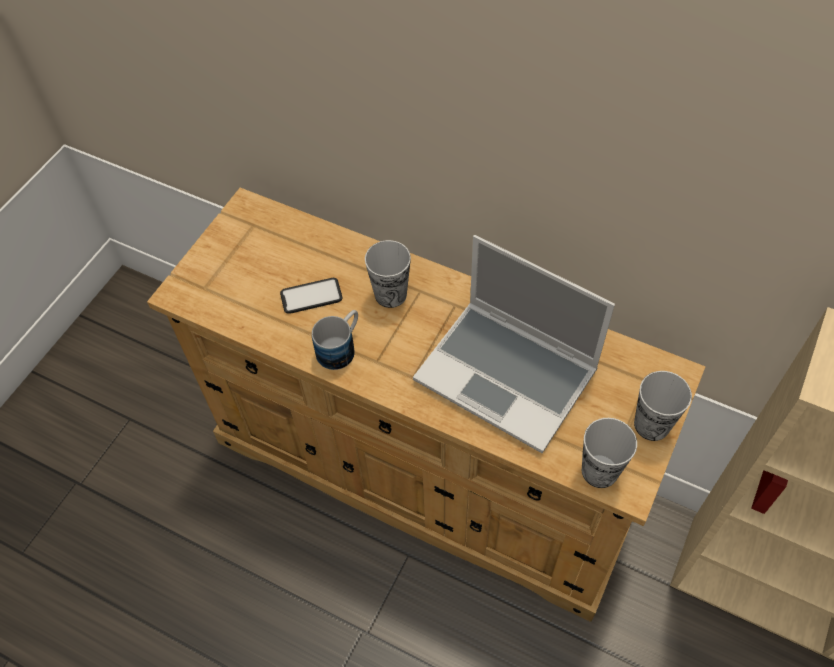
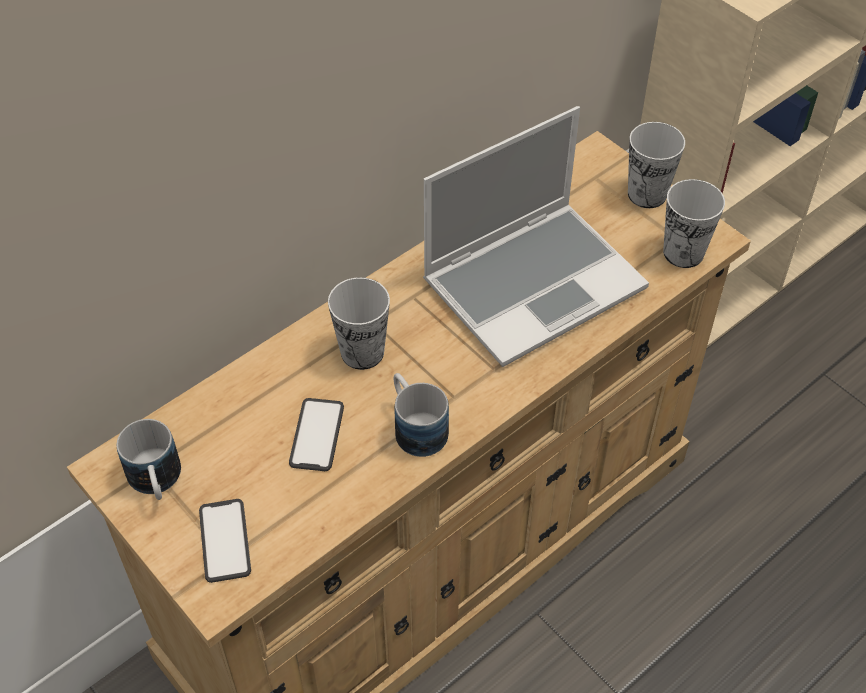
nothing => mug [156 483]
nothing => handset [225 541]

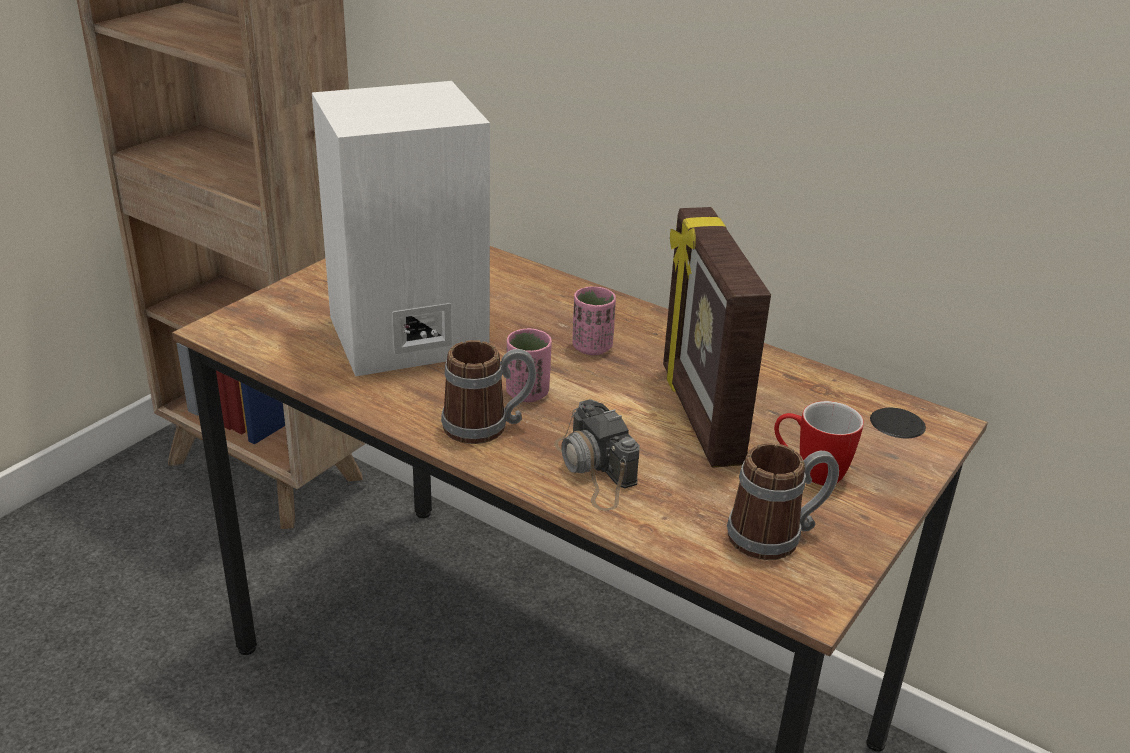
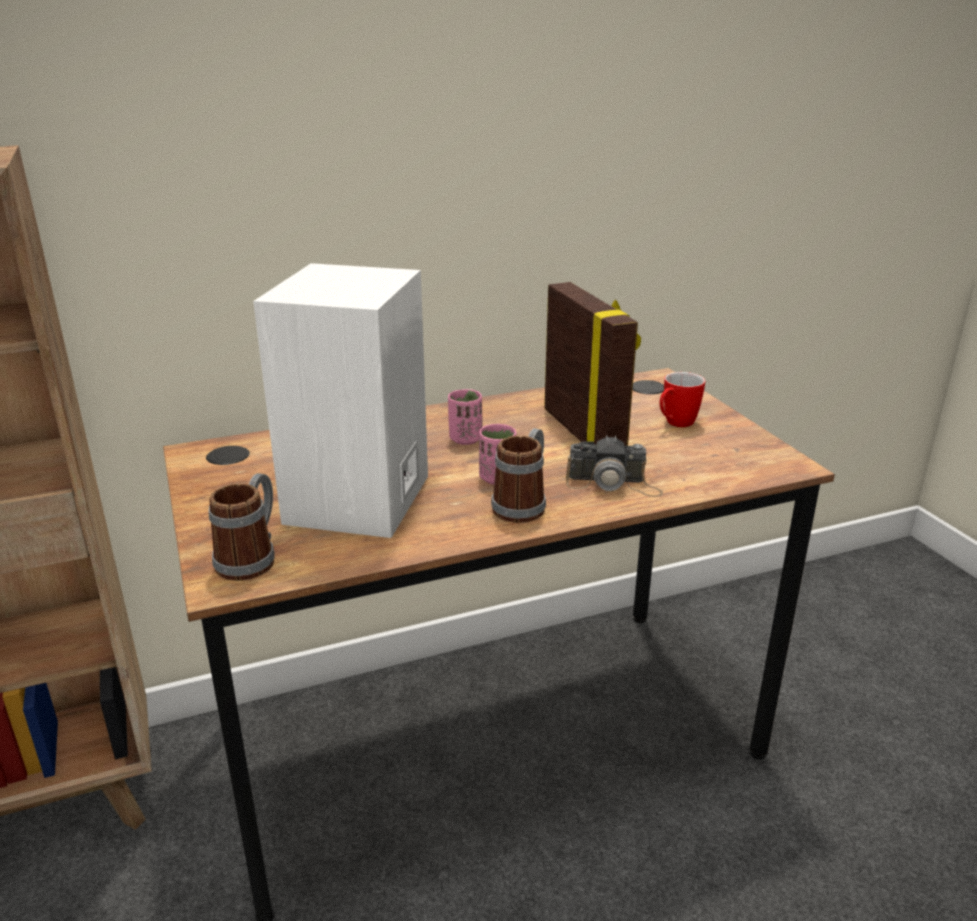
standing frame [698 415] => standing frame [585 434], 135 degrees counterclockwise
mug [777 535] => mug [252 558], move

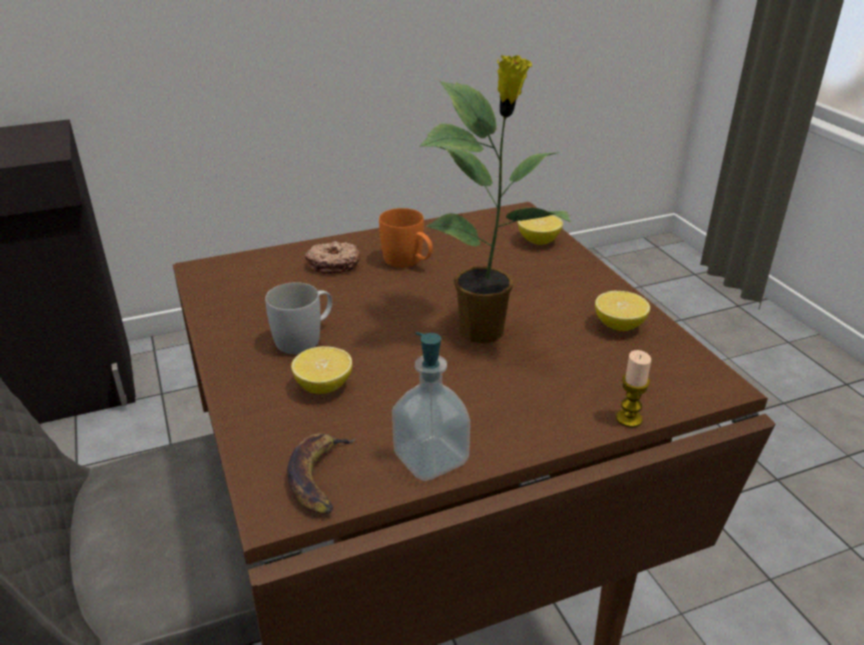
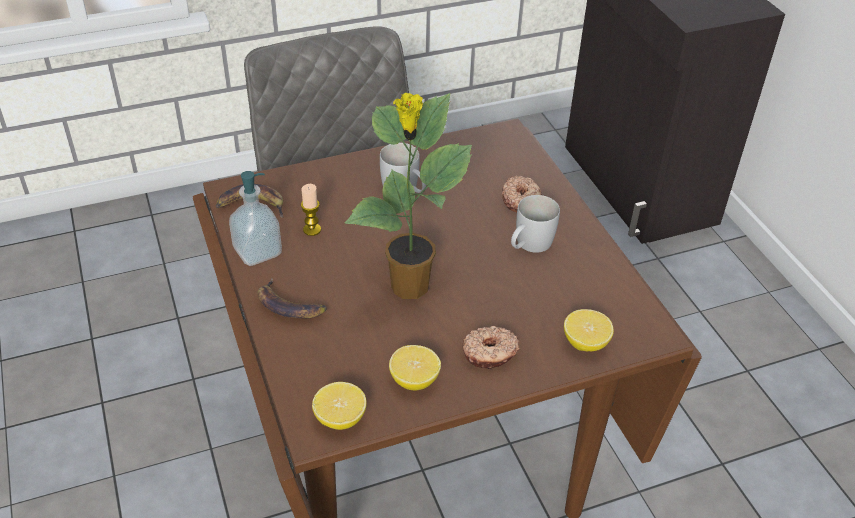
mug (orange-coloured) [408 262] => mug (whitish) [529 245]
lemon [324 386] => lemon [340 418], move
wax candle [629 419] => wax candle [312 229], move
nothing => banana fruit [289 305]
nothing => donut [490 353]

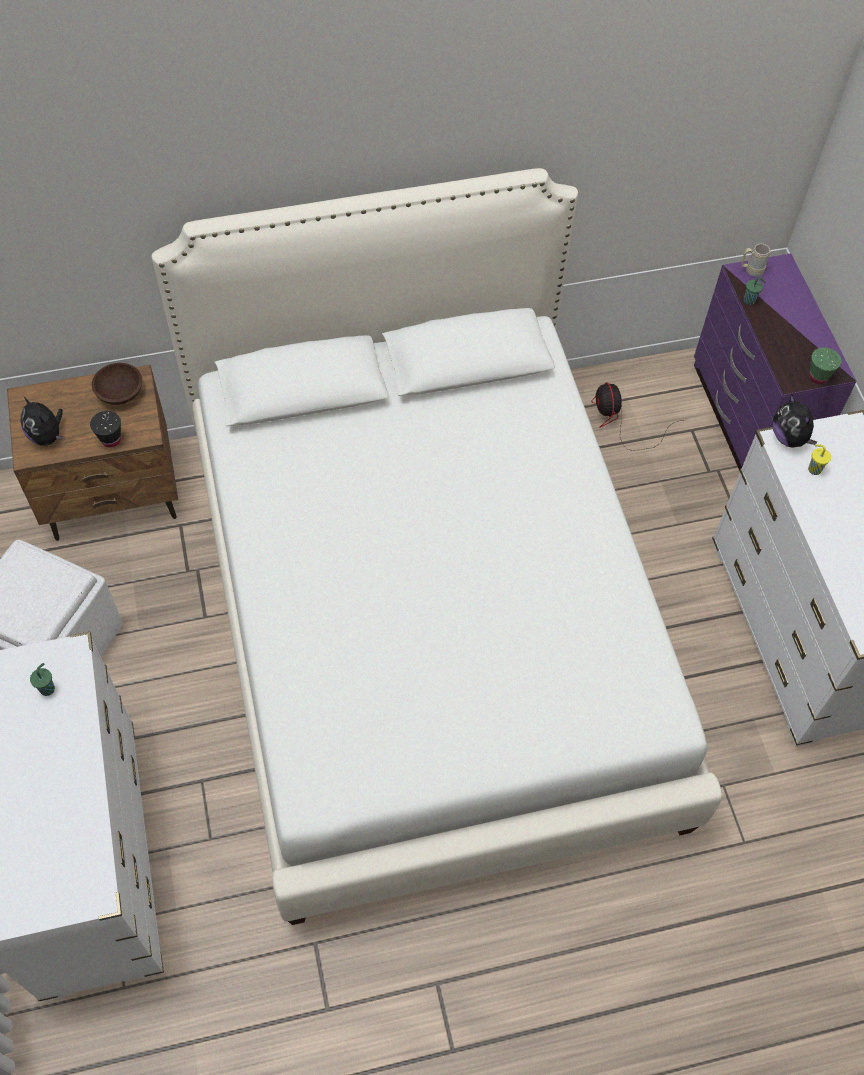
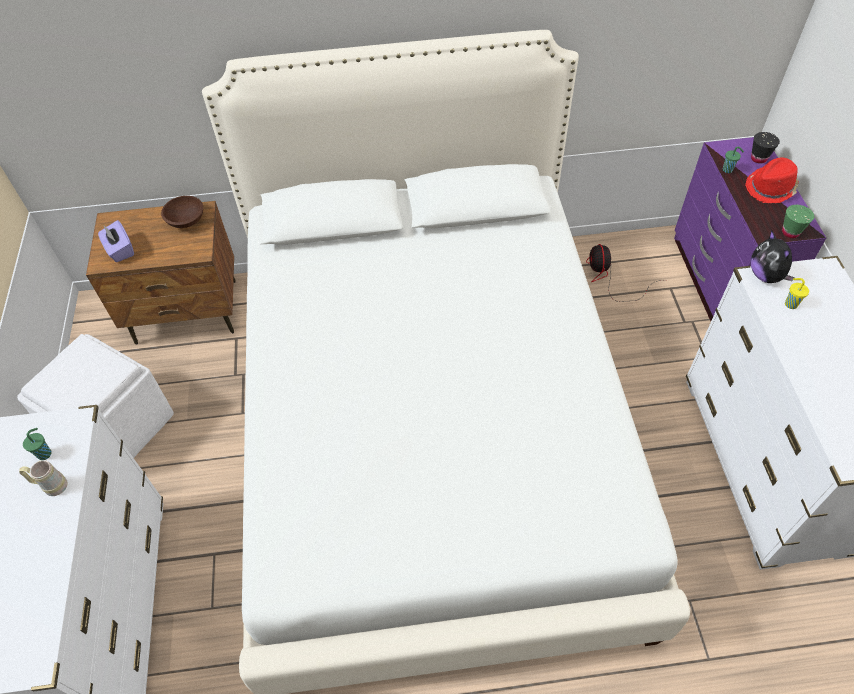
mug (sand-coloured) [750 270] => mug (sand-coloured) [51 486], move
soft toy [48 436] => box of tissues (purplish) [120 250]
drinking cup (black-coloured) [111 440] => drinking cup (black-coloured) [758 158], move
nothing => clothing hat (reddish) [771 188]

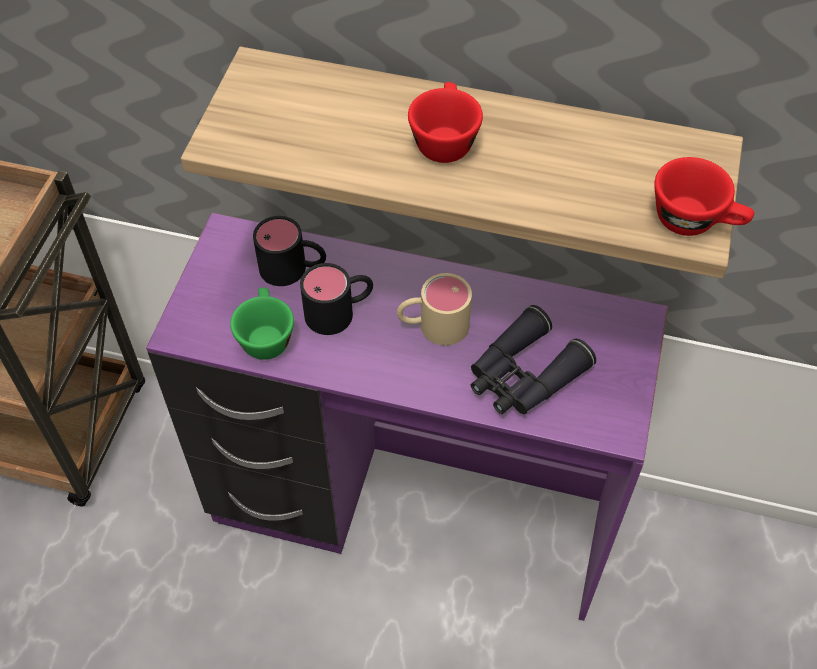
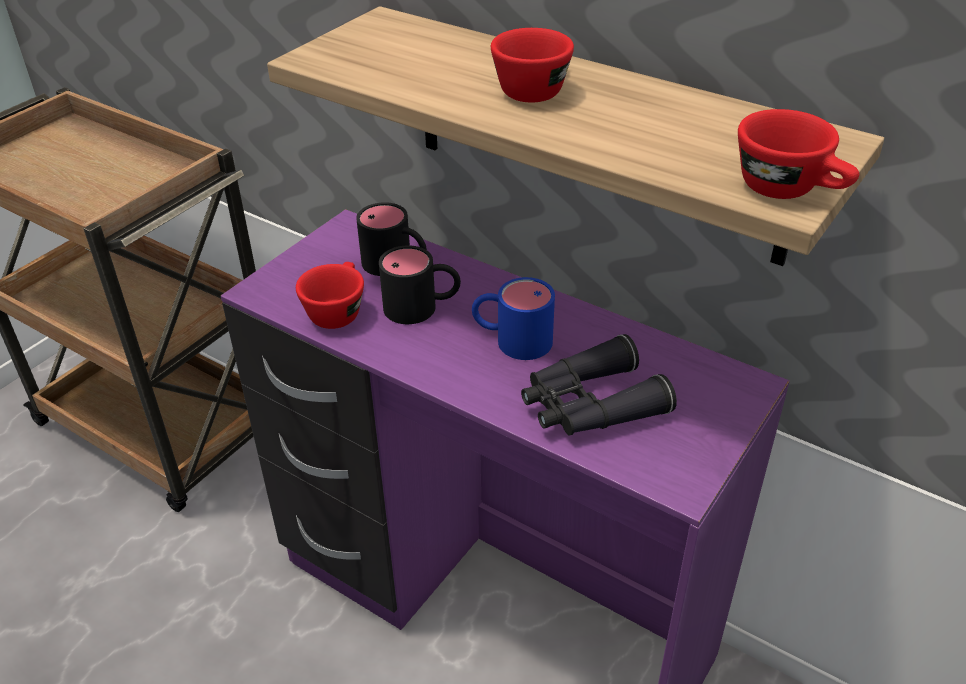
mug (sand-coloured) [433 326] => mug (blue-coloured) [512 340]
drinking cup (green-coloured) [265 336] => drinking cup (reddish) [337 310]

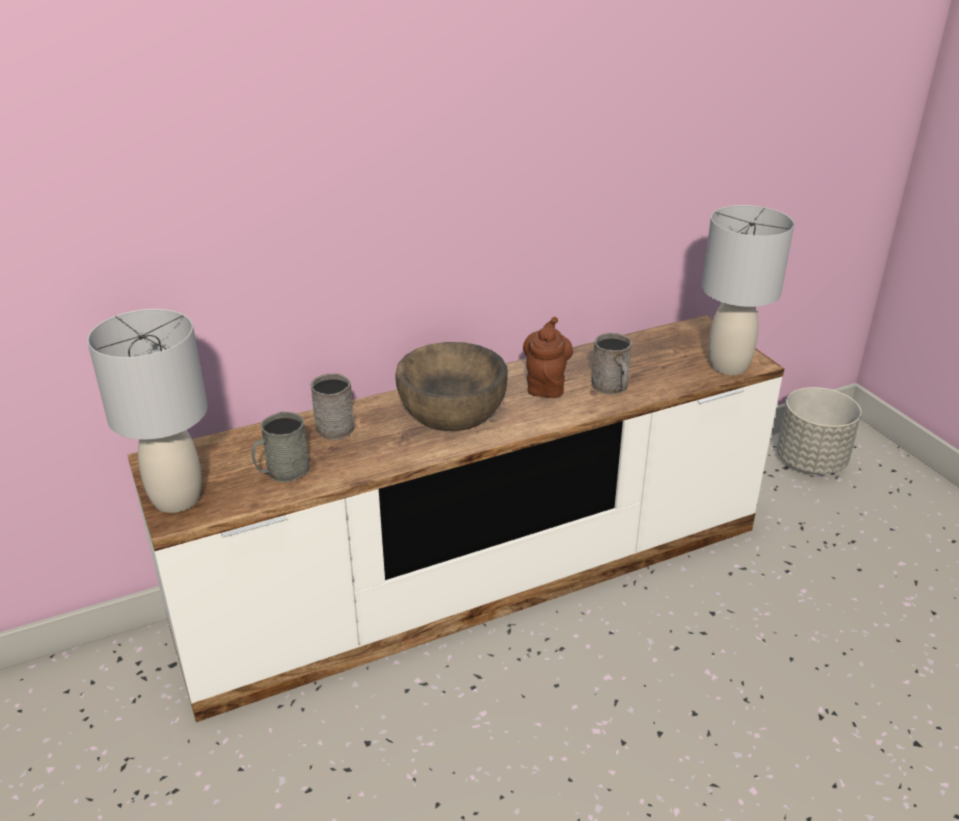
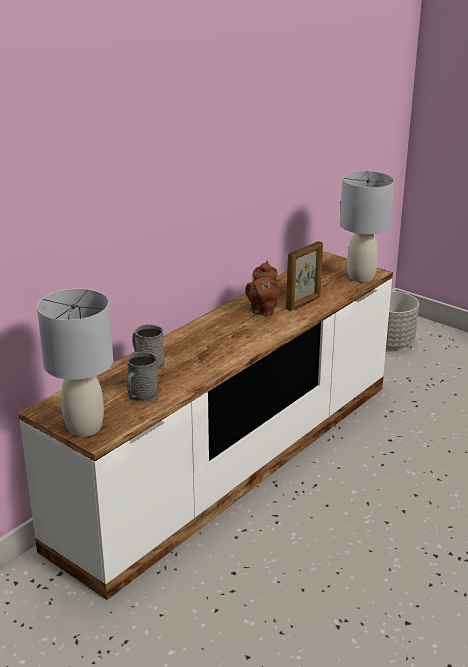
teapot (brown-coloured) [546 385] => teapot (brown-coloured) [262 310], 150 degrees counterclockwise
mug (gray) [612 387] => standing frame [304 303]
bowl (brown-coloured) [452 409] => nothing

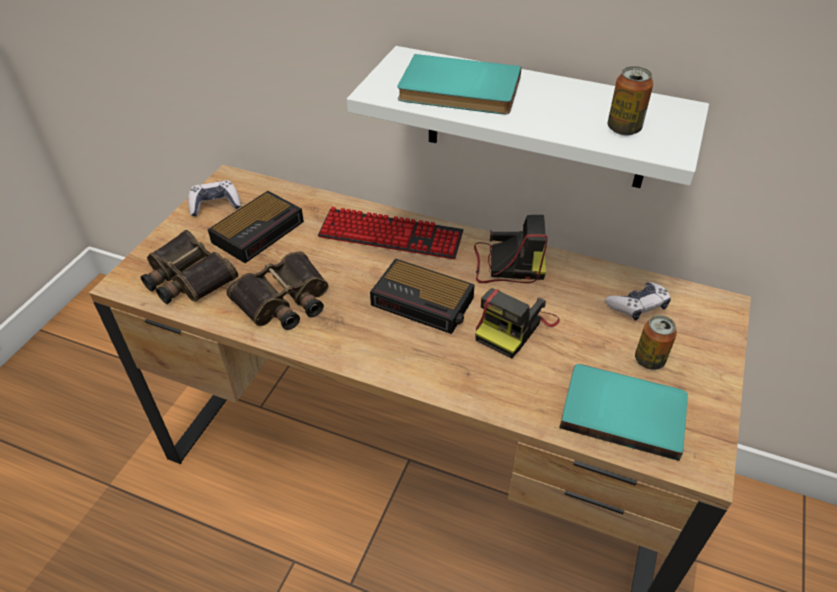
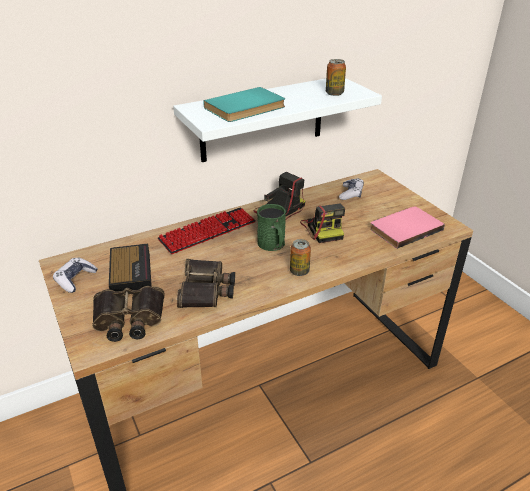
bedside clock [424 302] => mug (green-coloured) [273 245]
metal can [649 360] => metal can [299 271], move
book (turquoise) [623 410] => book (pink) [404 228]

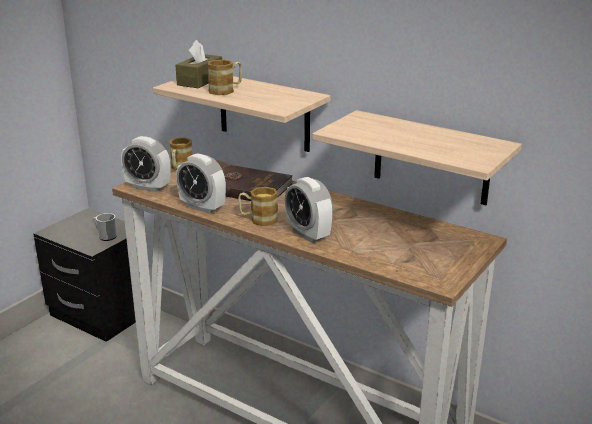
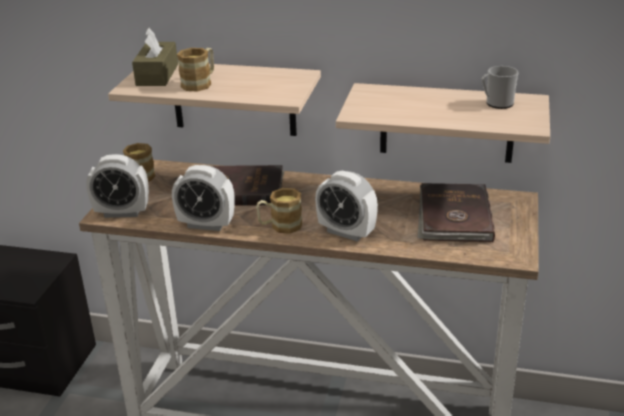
mug [105 236] => mug [496 103], move
nothing => book (brown-coloured) [453 217]

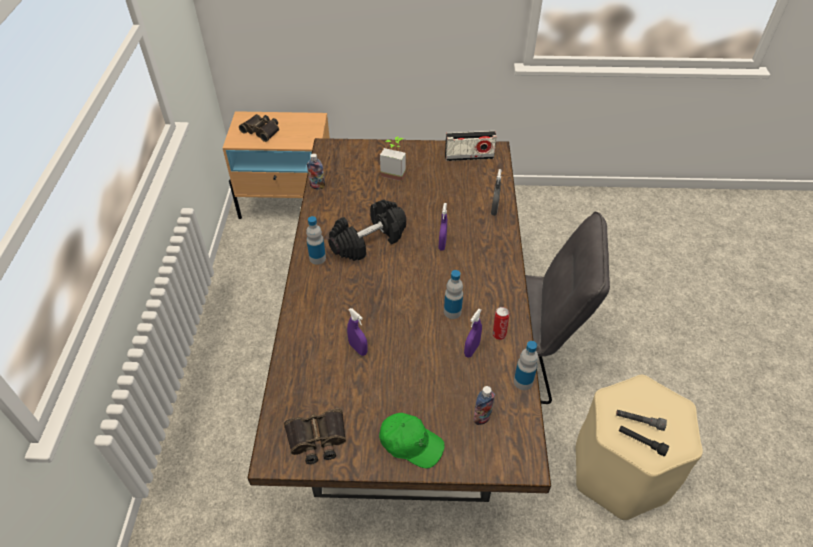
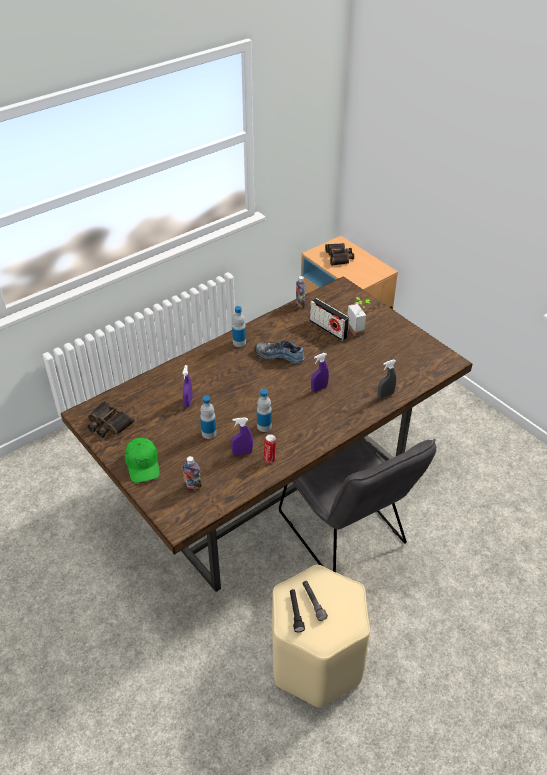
radio [469 157] => radio [328 329], move
free weight (black-coloured) [368 241] => low shoe [280 355]
drink bottle [523 382] => drink bottle [209 433], move

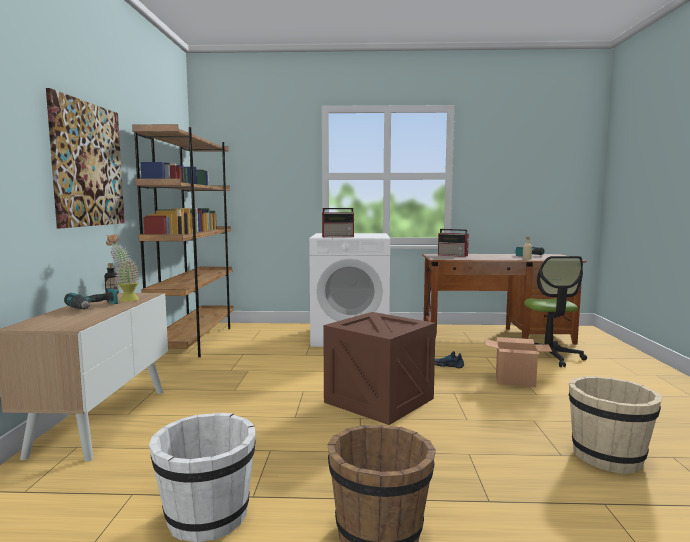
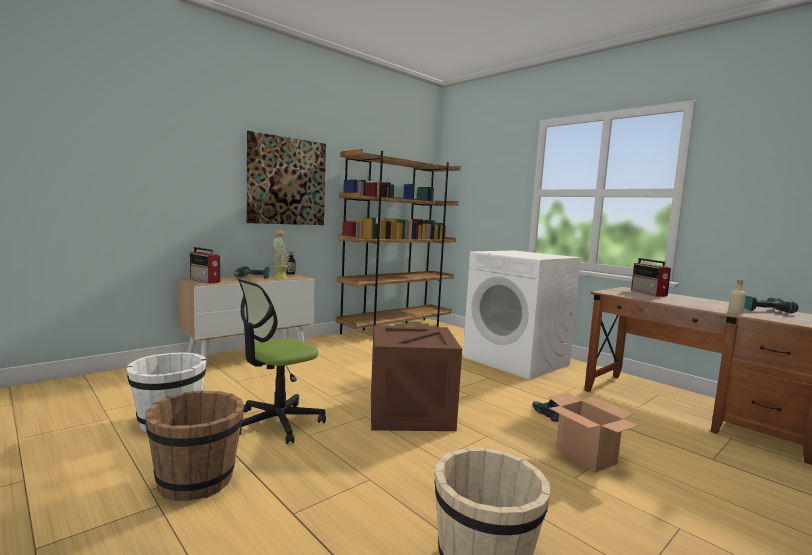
radio [338 236] => radio [205 281], move
office chair [548 357] => office chair [277 423], move

